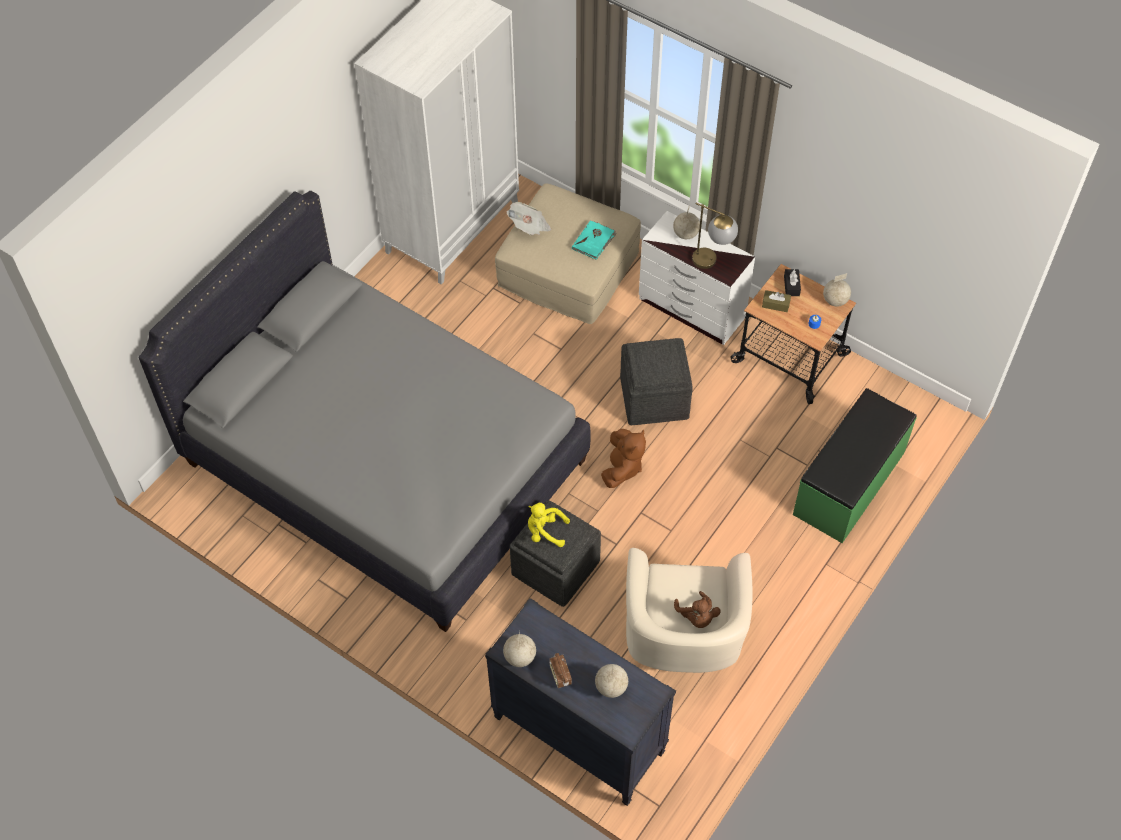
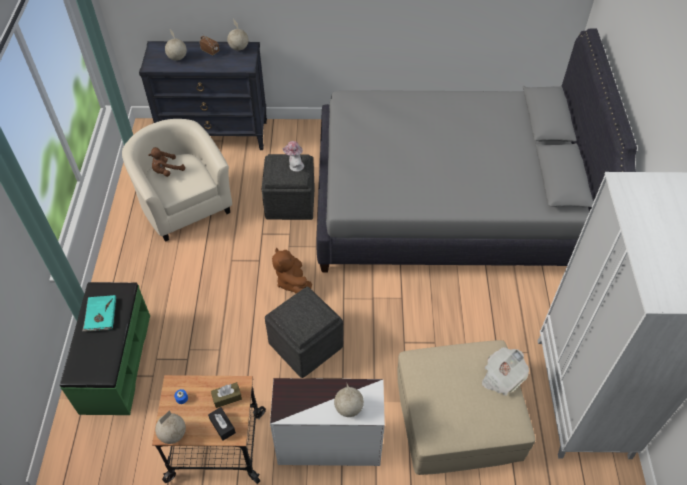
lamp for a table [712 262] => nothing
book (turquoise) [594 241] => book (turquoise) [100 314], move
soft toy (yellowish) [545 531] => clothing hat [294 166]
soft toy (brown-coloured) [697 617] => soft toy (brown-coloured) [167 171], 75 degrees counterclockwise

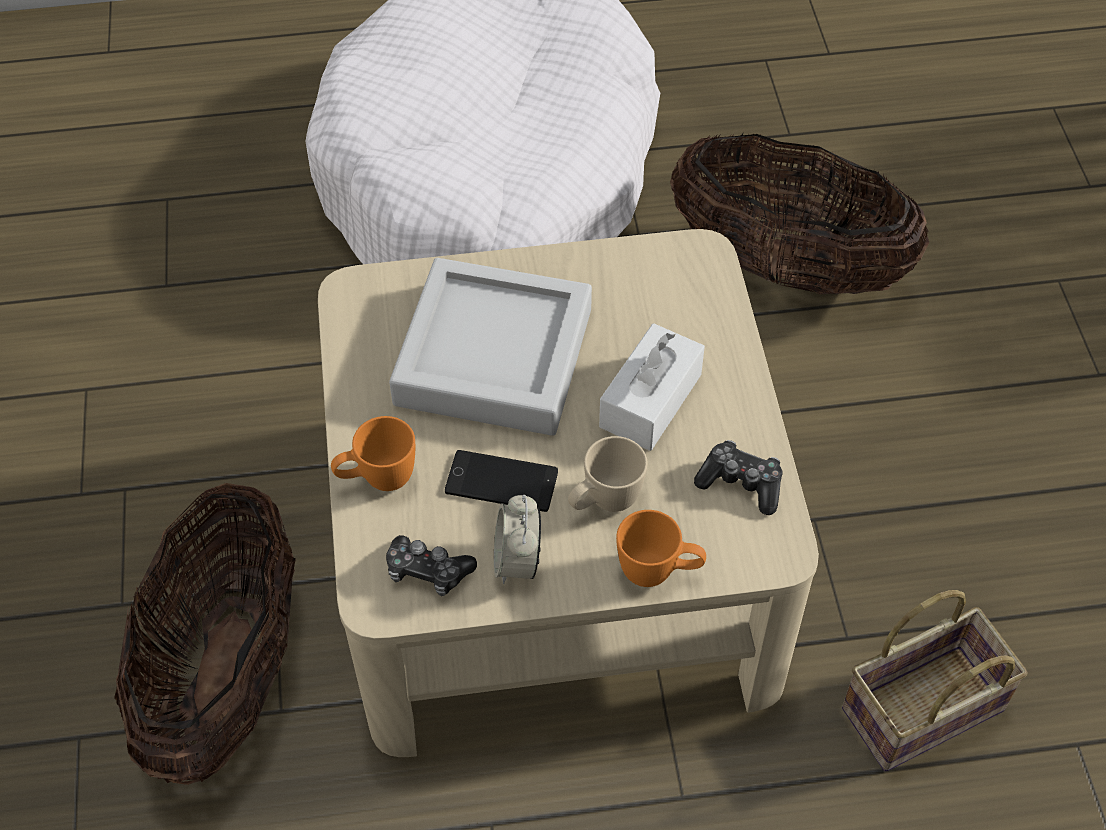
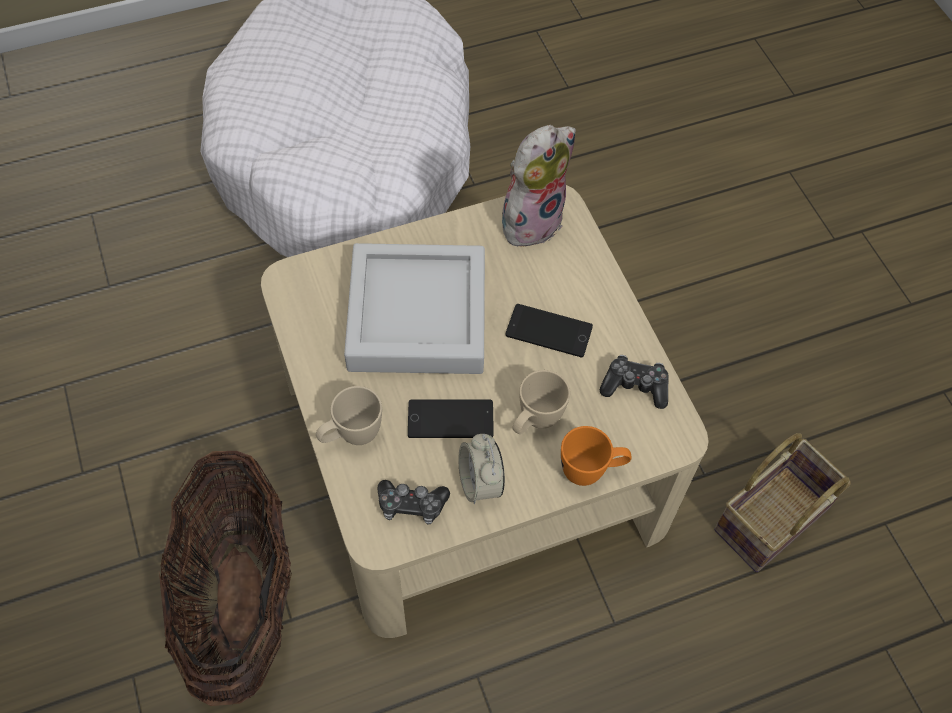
storage basket [787 267] => nothing
box of tissues (whitish) [650 400] => handset [549 331]
mug (orange-coloured) [377 479] => mug (sand-coloured) [351 436]
nothing => soft toy [531 220]

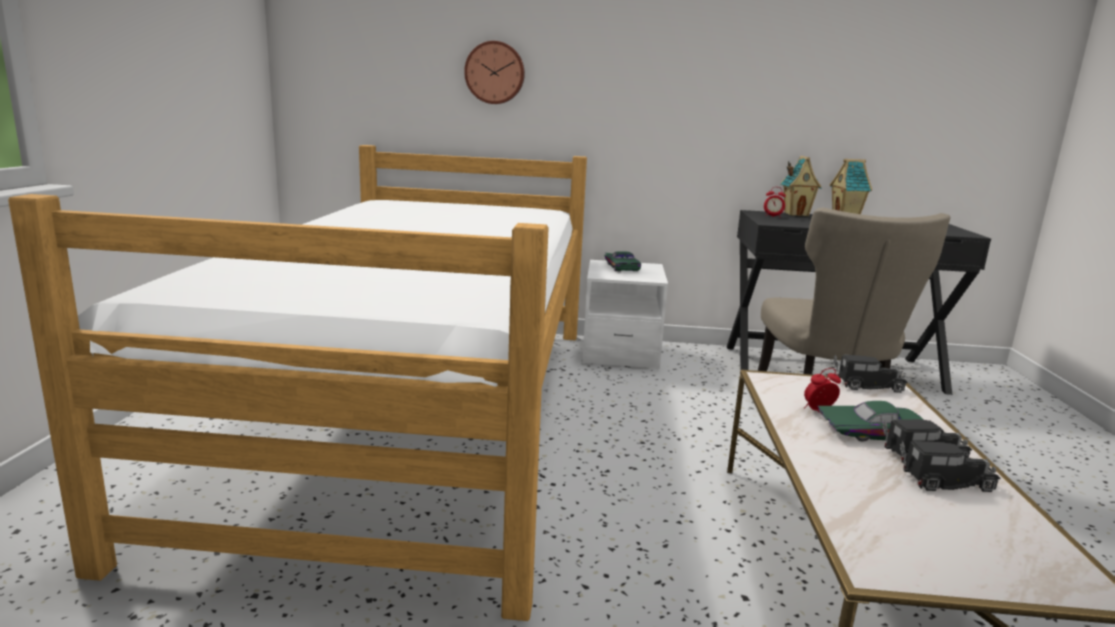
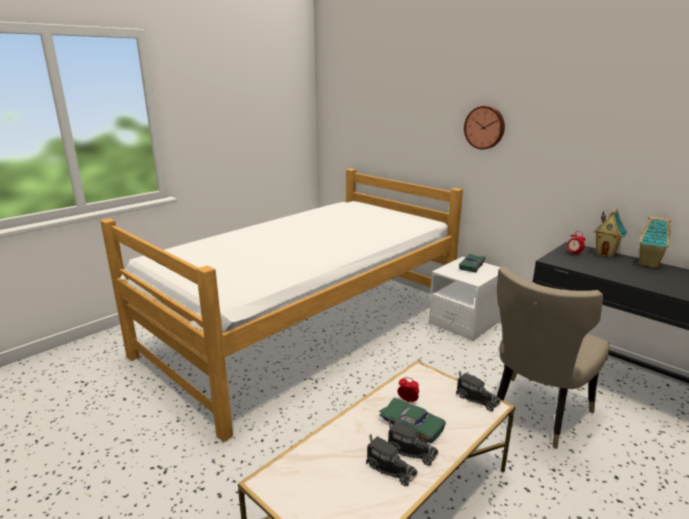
wall clock [495 73] => wall clock [485 127], move

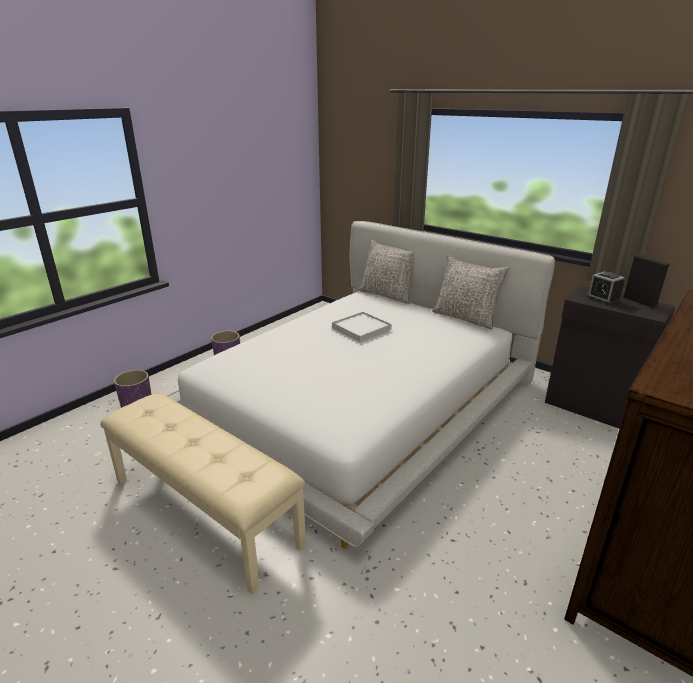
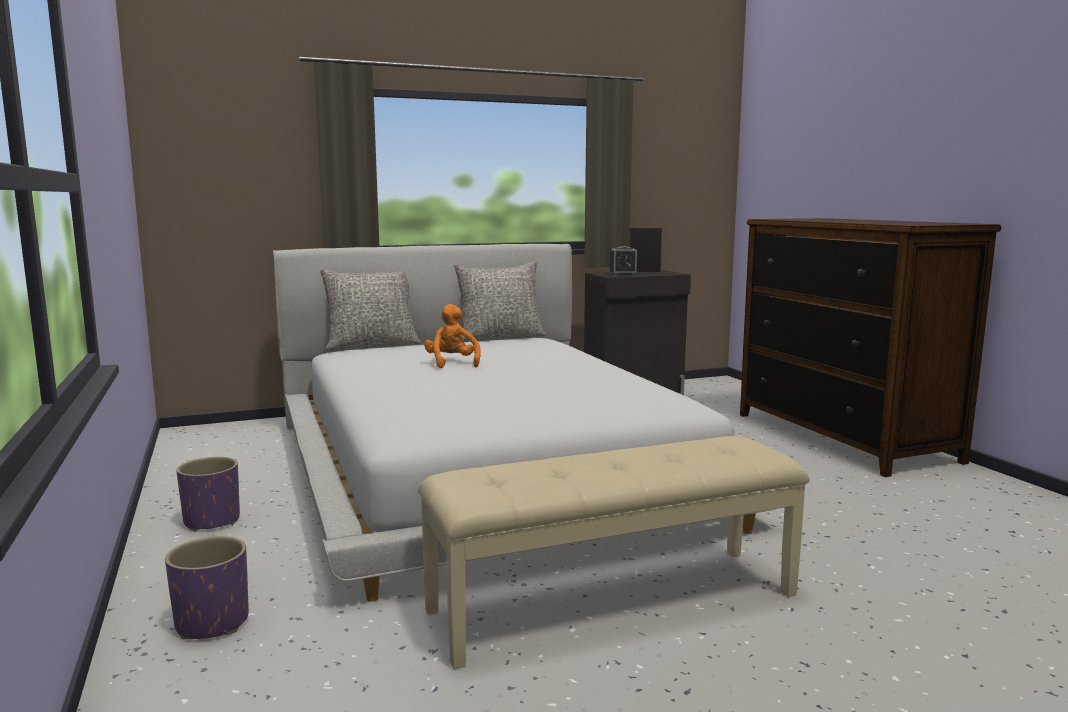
tray (whitish) [361 329] => soft toy (orange-coloured) [452 363]

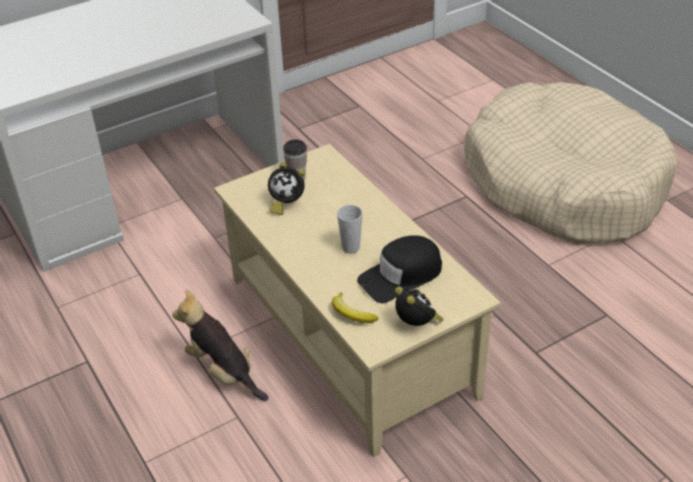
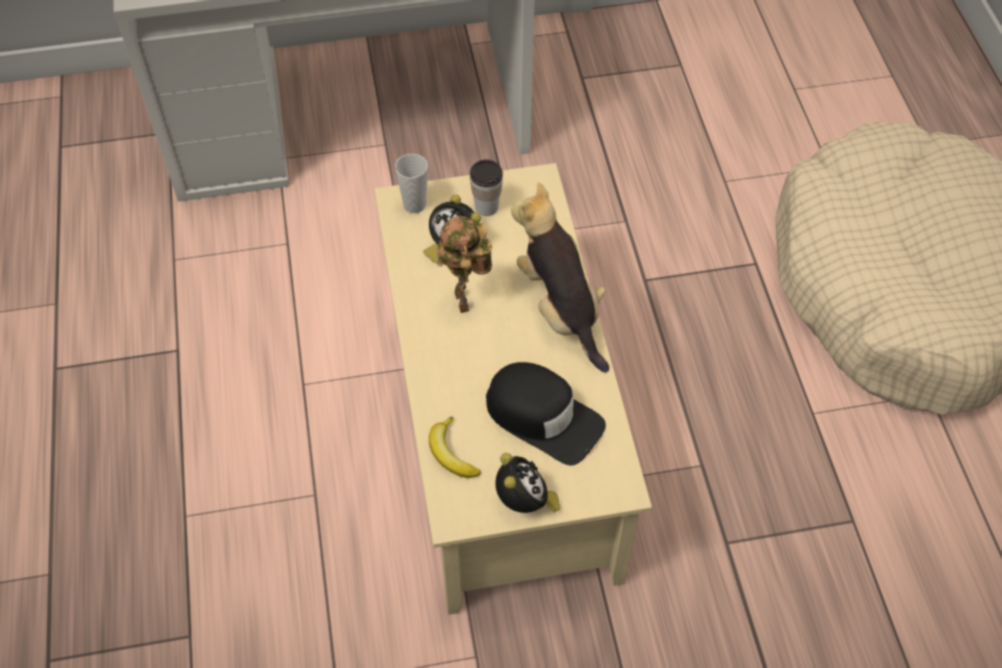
drinking cup [350 248] => drinking cup [414 204], move
peaked cap (black-coloured) [401 276] => peaked cap (black-coloured) [543 417], 135 degrees counterclockwise
soft toy [224 371] => soft toy [560 308], move
nothing => model robot [465 302]

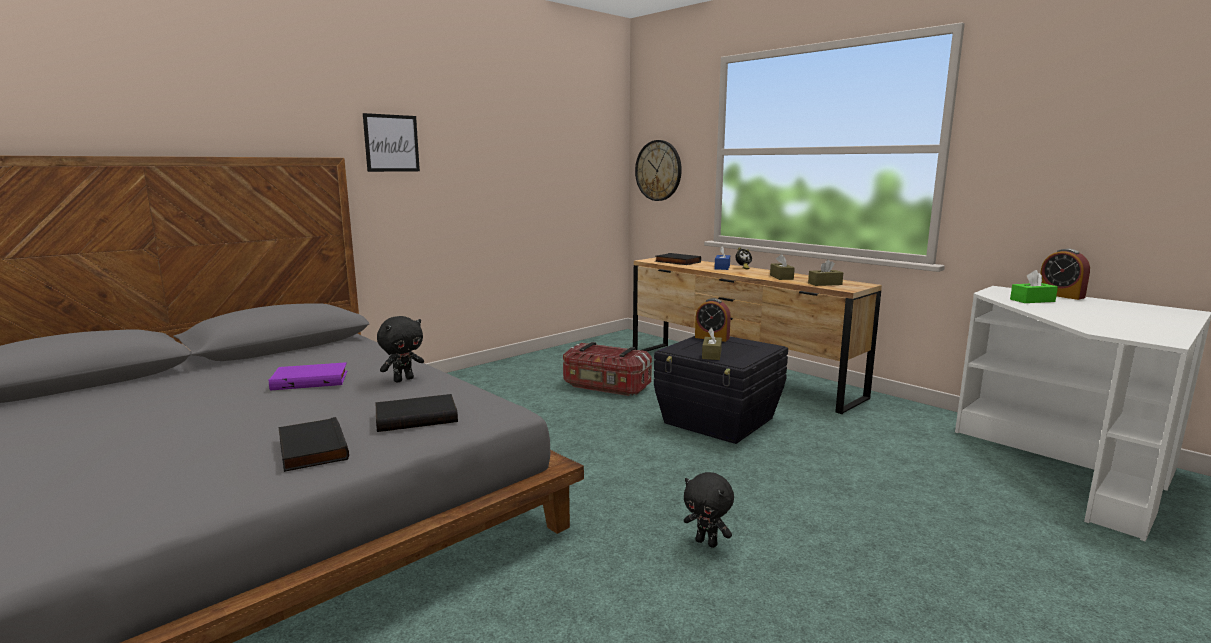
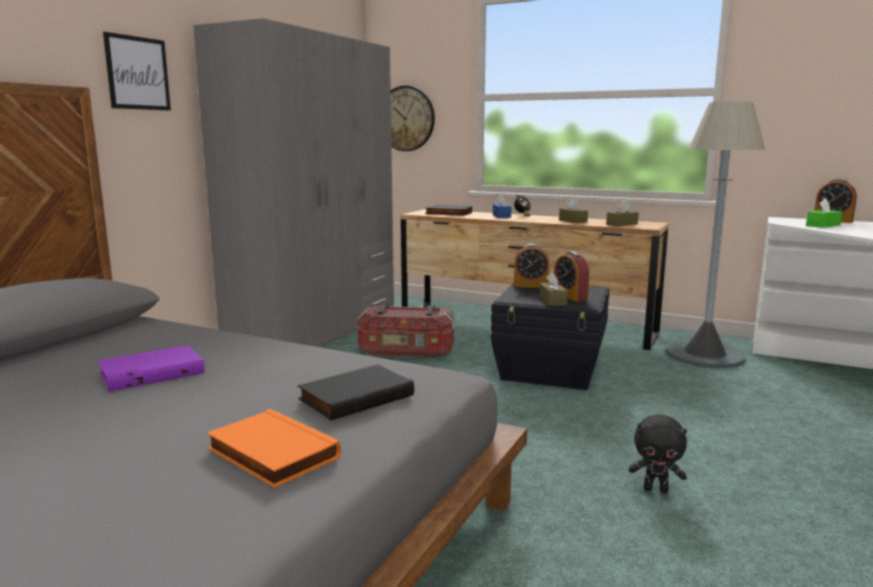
soft toy (black-coloured) [403 379] => nothing
book (black-coloured) [310 449] => book (orange-coloured) [270 454]
nothing => armoire (gray) [316 332]
nothing => floor lamp (gray) [704 355]
nothing => bedside clock [570 296]

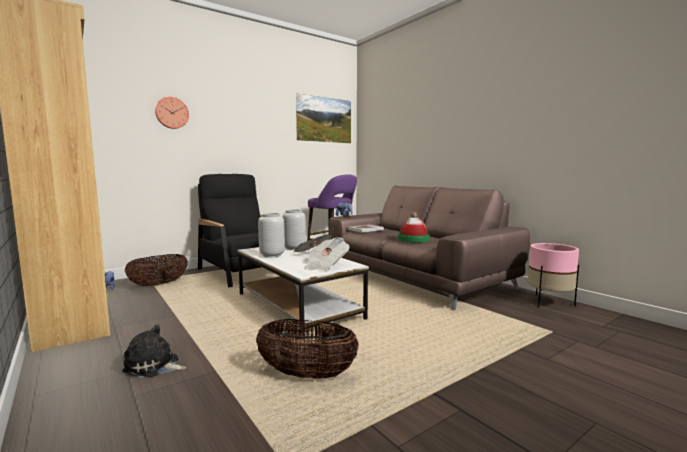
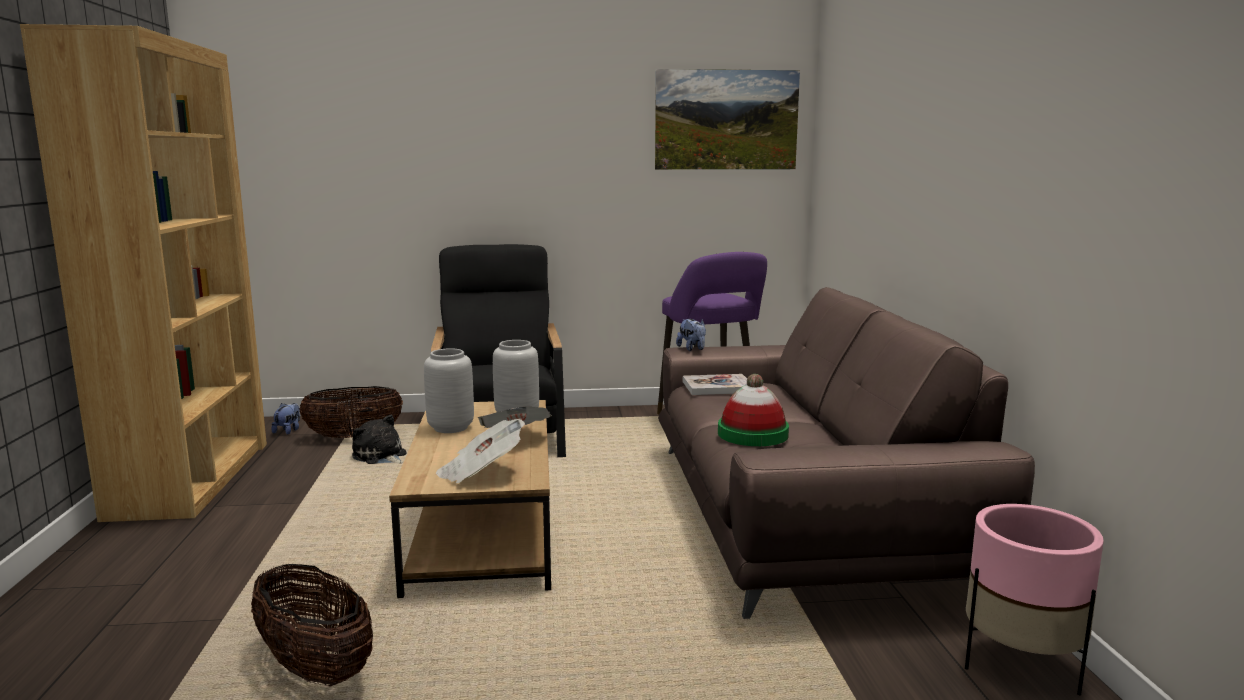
wall clock [171 113] => nothing
lounge table (whitish) [298 305] => lounge table (brown-coloured) [484 529]
soft toy [154 366] => soft toy [381 457], move

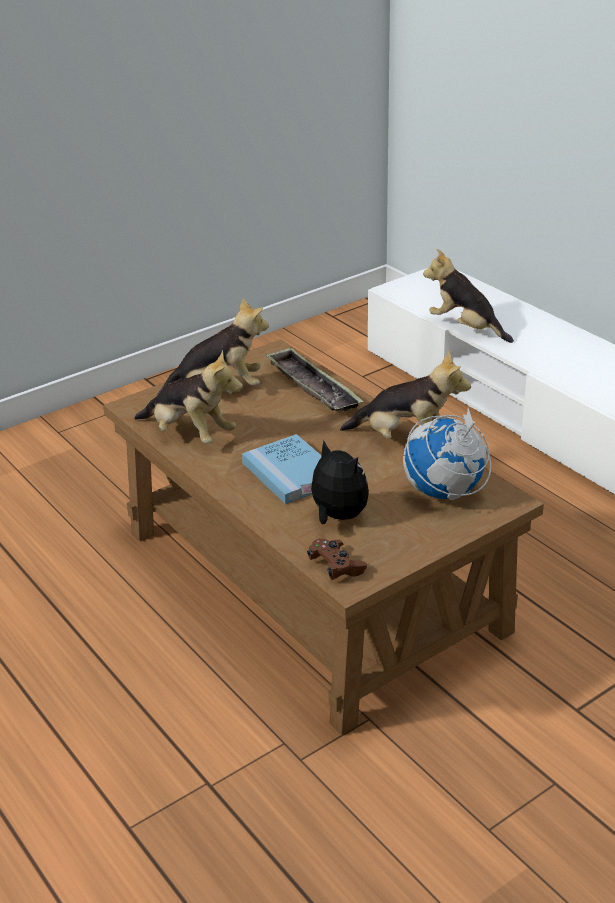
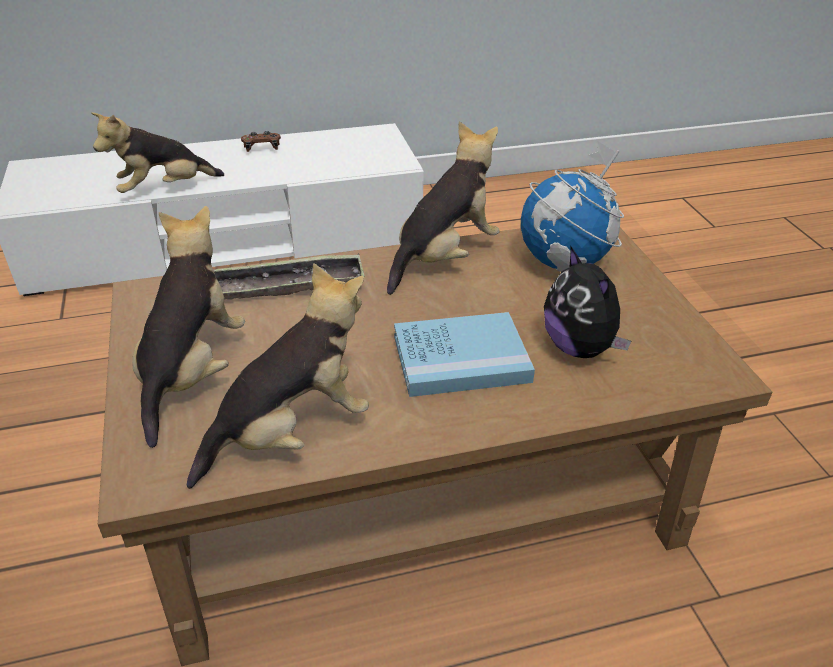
soft toy [337 516] => soft toy [580 347], 90 degrees counterclockwise
joypad (brown-coloured) [336 566] => joypad (brown-coloured) [262 148], move

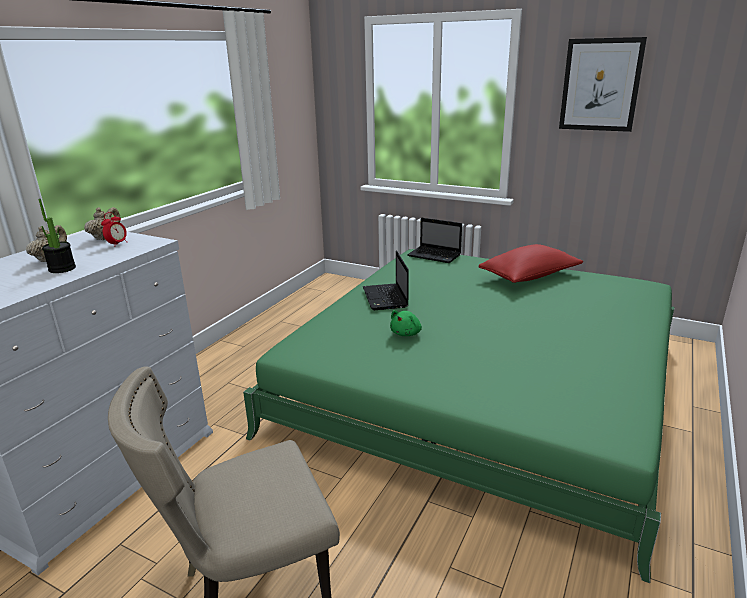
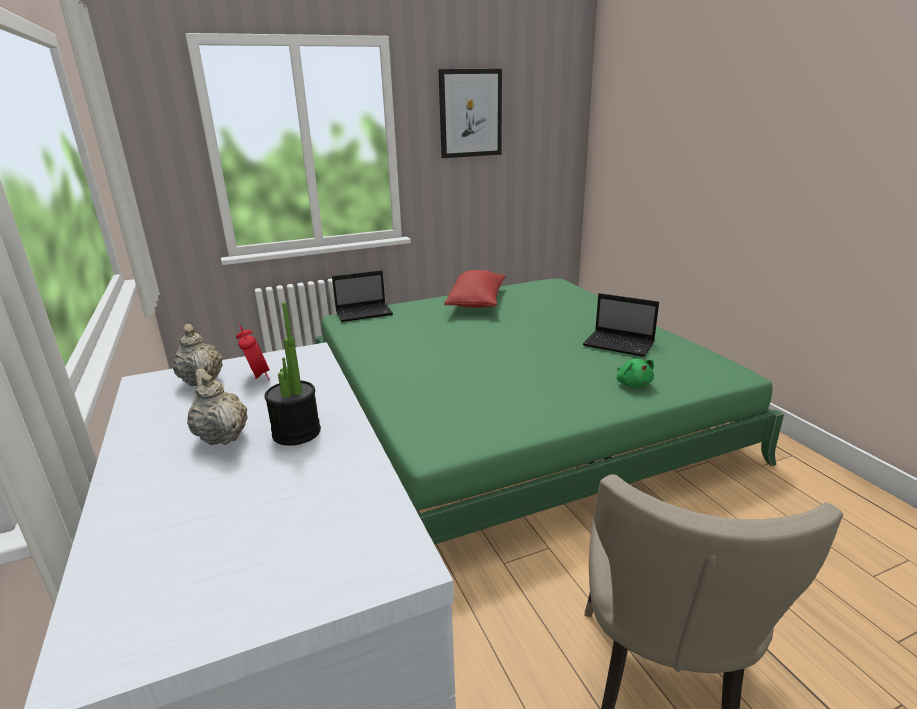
portable computer [385 298] => portable computer [620 345], move
soft toy (green-coloured) [406 333] => soft toy (green-coloured) [633 384], move

